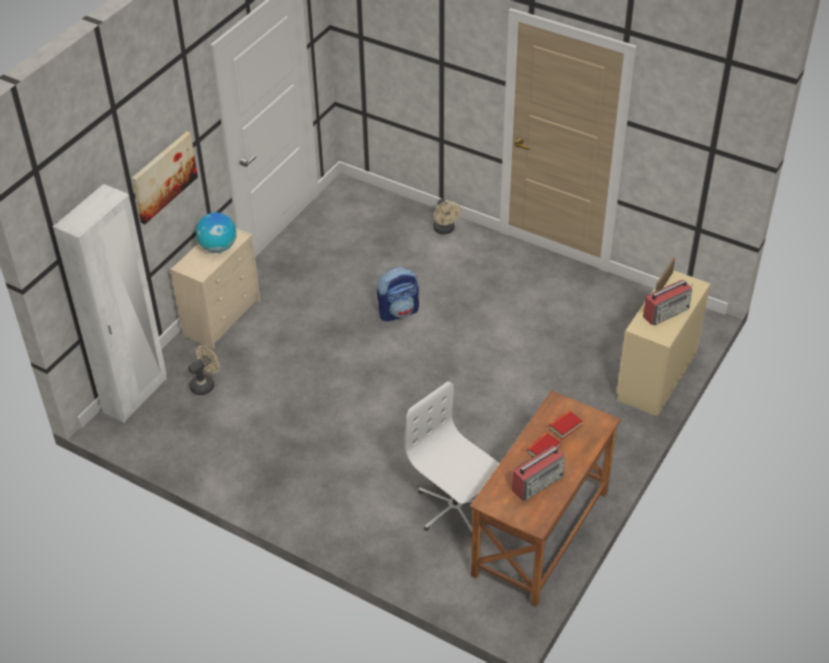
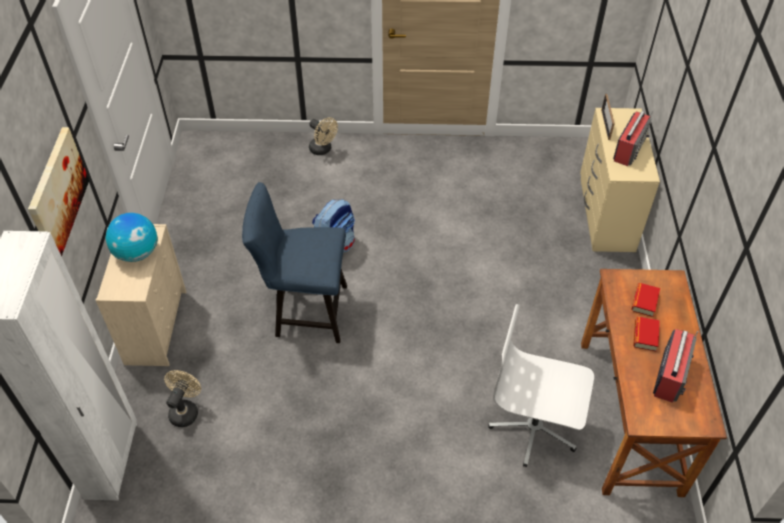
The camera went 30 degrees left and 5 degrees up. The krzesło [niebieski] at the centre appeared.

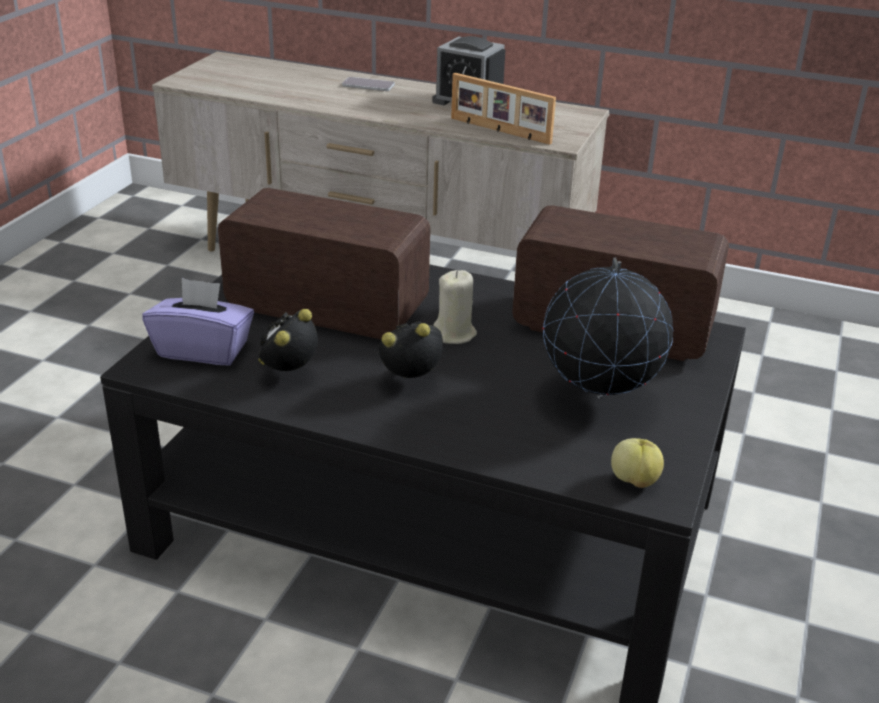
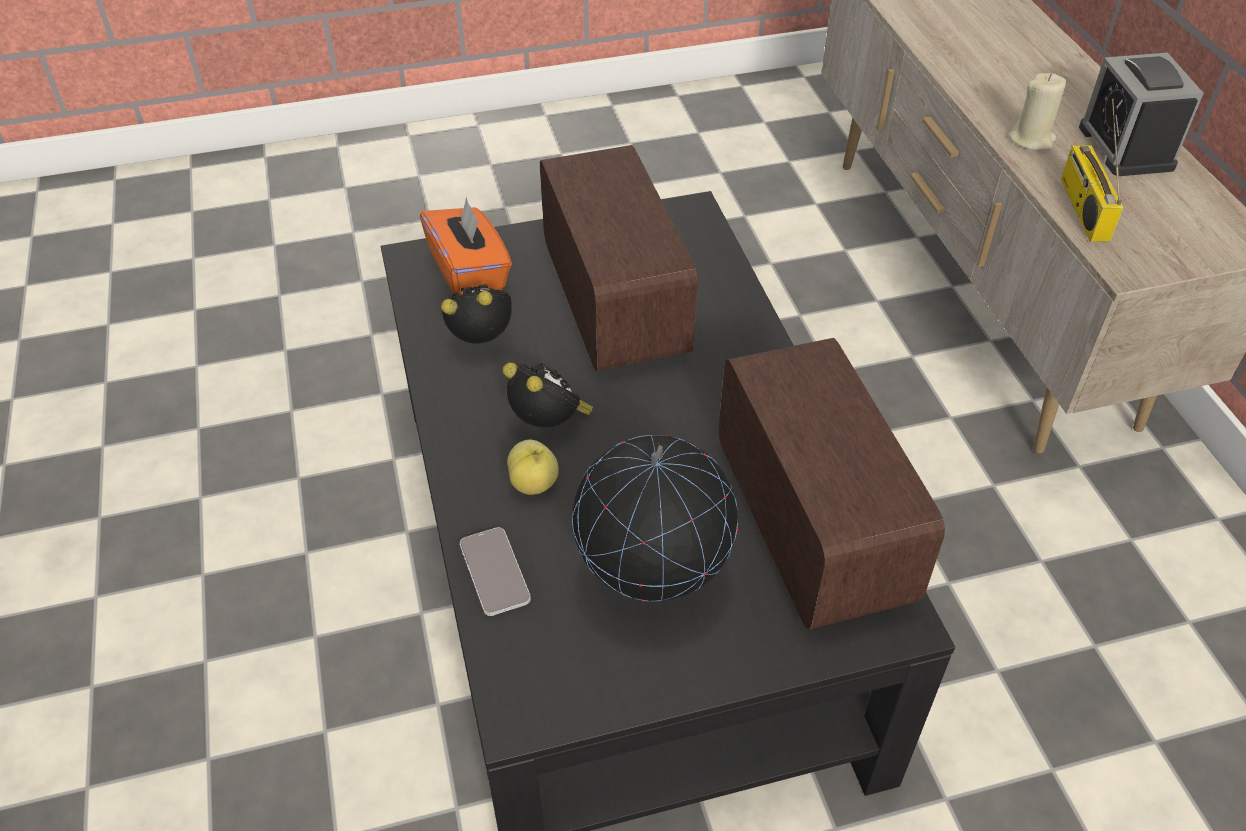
The camera went 55 degrees right and 15 degrees up. The pudełko chusteczek [fioletowy] at the middle left became the pudełko chusteczek [pomarańczowy] at the top centre. The telefon moved from the top centre to the bottom centre. The świeca [beżowy] moved from the centre to the top right. The ramka na zdjęcie at the top centre was replaced by the radio (3rd from left) at the top right. The jabłko moved from the middle right to the centre.

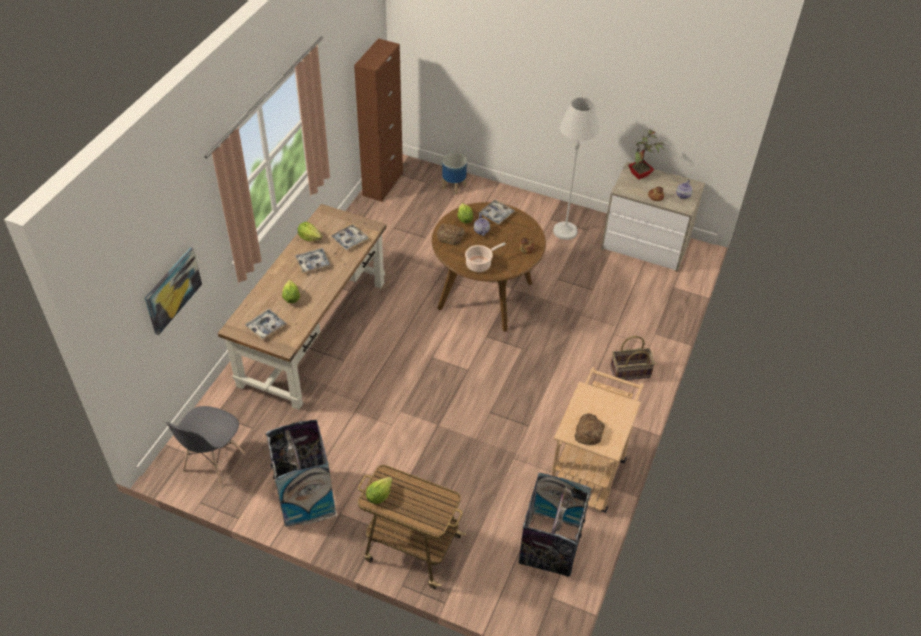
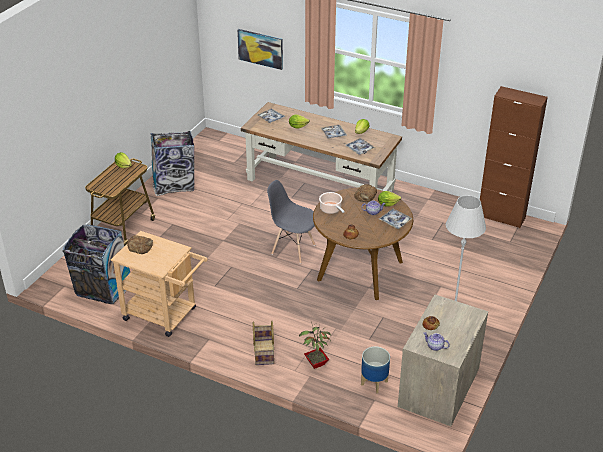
The camera went 95 degrees right and 10 degrees down. The krzesło [szary] moved from the bottom left to the centre. The donica moved from the top centre to the bottom centre. The roślina doniczkowa moved from the top right to the bottom centre.

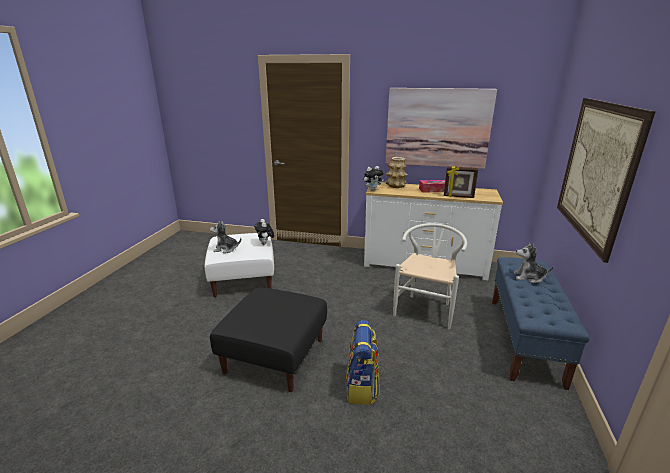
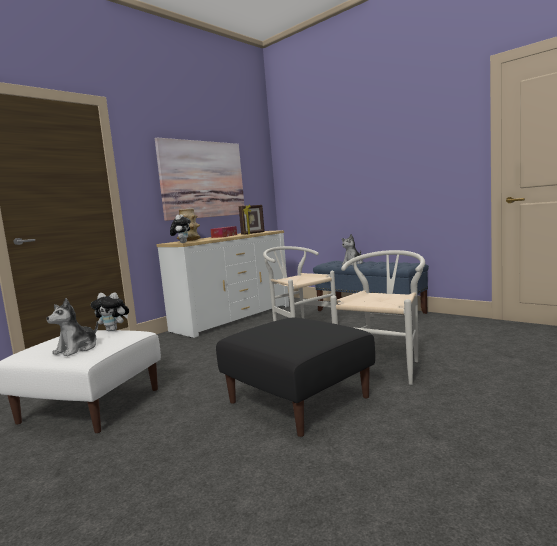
The camera went 60 degrees left and 15 degrees down. The plecak at the bottom centre was replaced by the krzesło [biały] (2nd from left) at the middle right. The obraz (2nd from left) at the middle right disappeared.

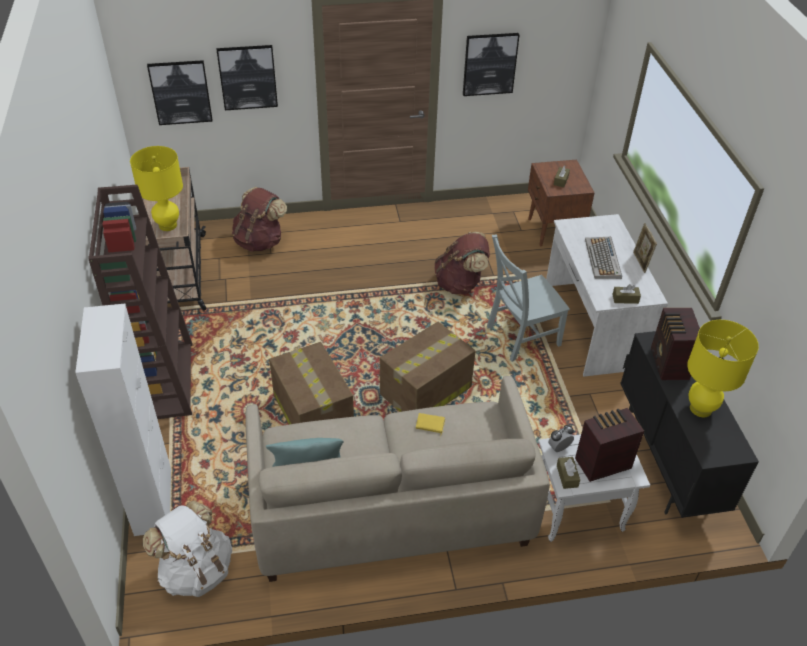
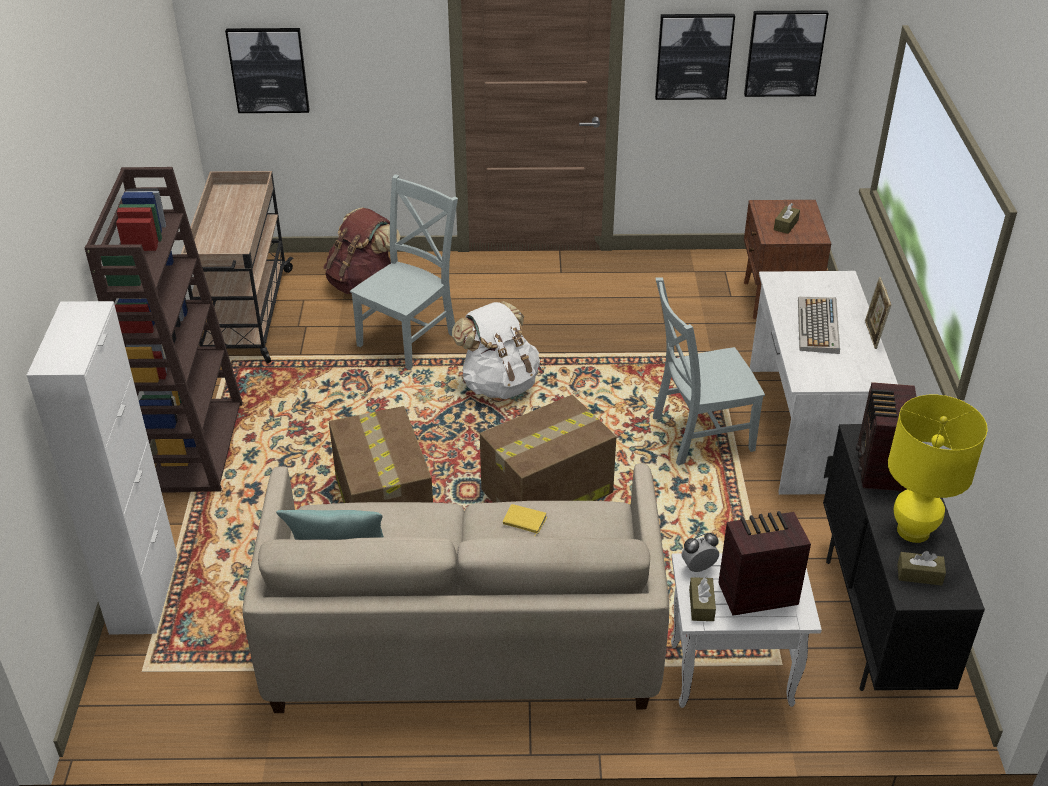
The camera went 10 degrees right and 5 degrees down. The lampa stołowa [żółty] (1st from left) at the top left disappeared. The plecak [biały] moved from the bottom left to the centre. The obraz (2nd from left in the first image) moved from the top left to the top right. The plecak [brązowy] (2nd from left) at the centre disappeared. The pudełko chusteczek [brązowy] (3rd from left) moved from the middle right to the bottom right. The krzesło [szary] (1st from left) at the centre appeared.

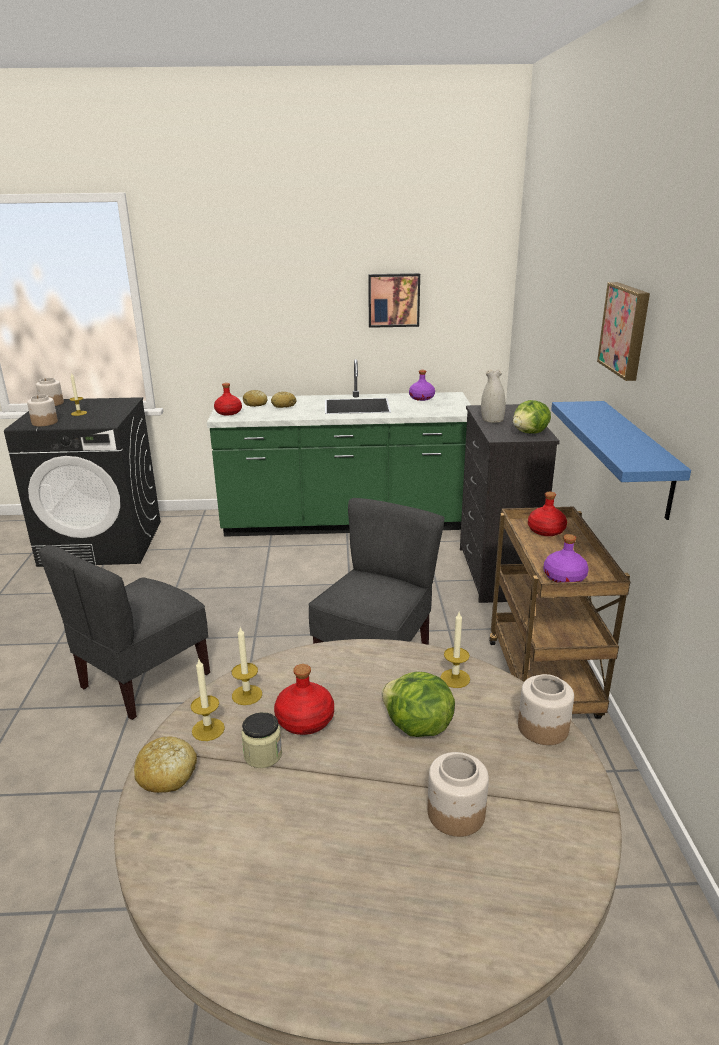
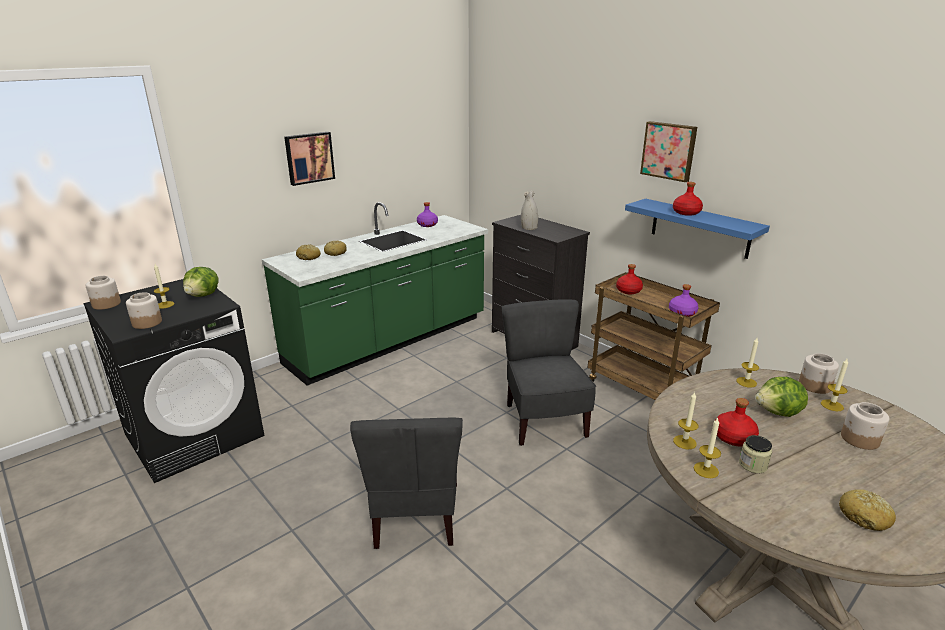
The camera went 40 degrees left and 0 degrees up. The chleb (1st from left in the first image) moved from the bottom left to the bottom right. The butelka [czerwony] (1st from left in the first image) moved from the middle left to the top right. The obraz (1st from left) moved from the top centre to the top left. The sałata (2nd from left in the first image) moved from the middle right to the middle left. The świeca (5th from left) at the middle right appeared.

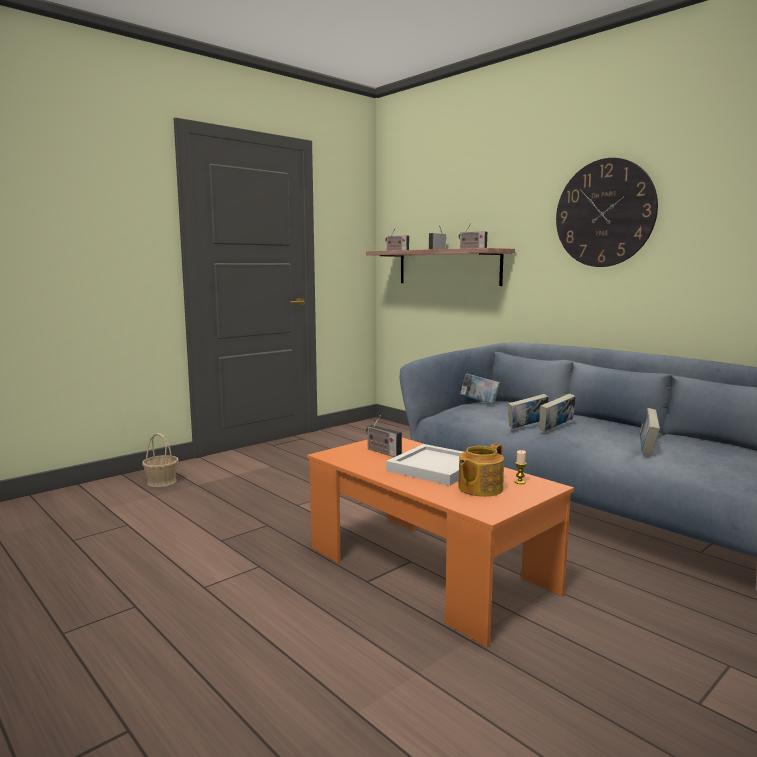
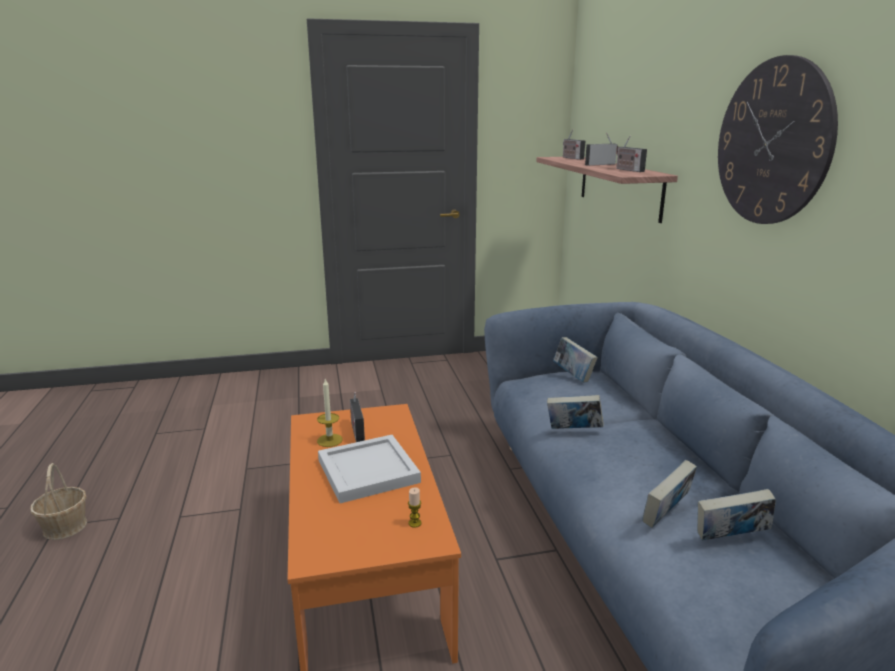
The camera went 30 degrees right and 10 degrees up. The koszyk moved from the middle left to the bottom left. The imbryk at the centre disappeared. The książka (3rd from left in the first image) moved from the middle right to the bottom right. The świeca (1st from left) at the centre appeared.

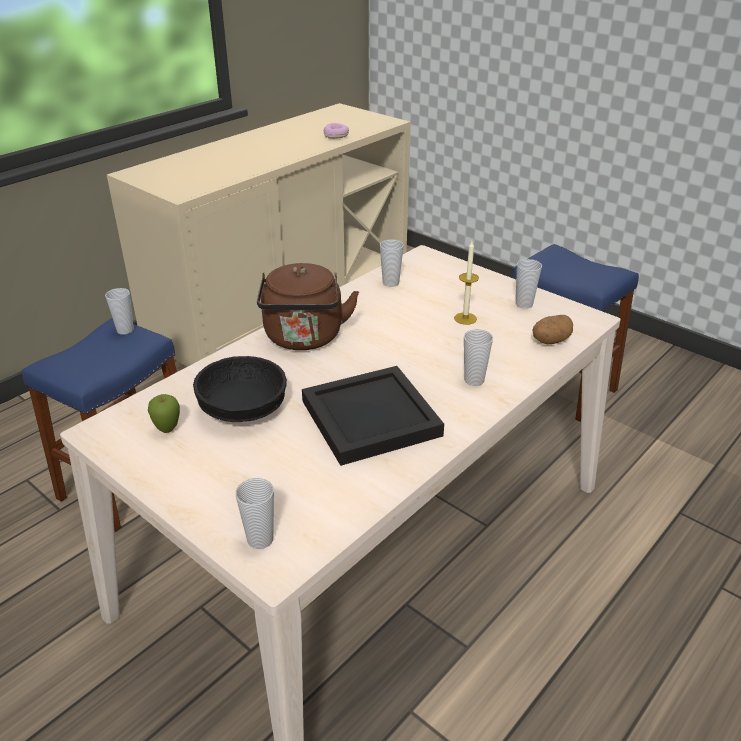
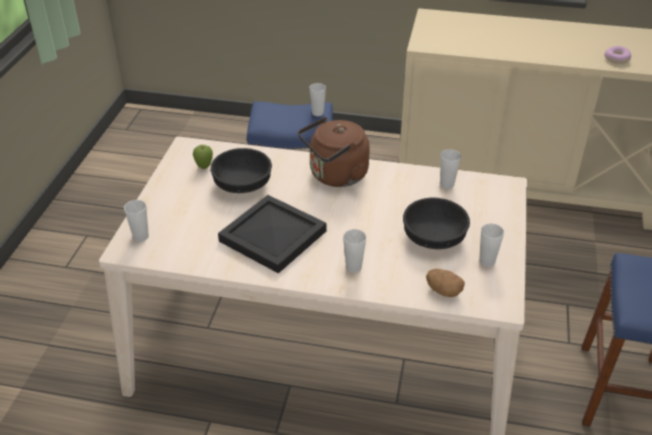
The camera went 60 degrees right and 5 degrees up. The świeca at the centre was replaced by the miska [czarny] (2nd from left) at the middle right.

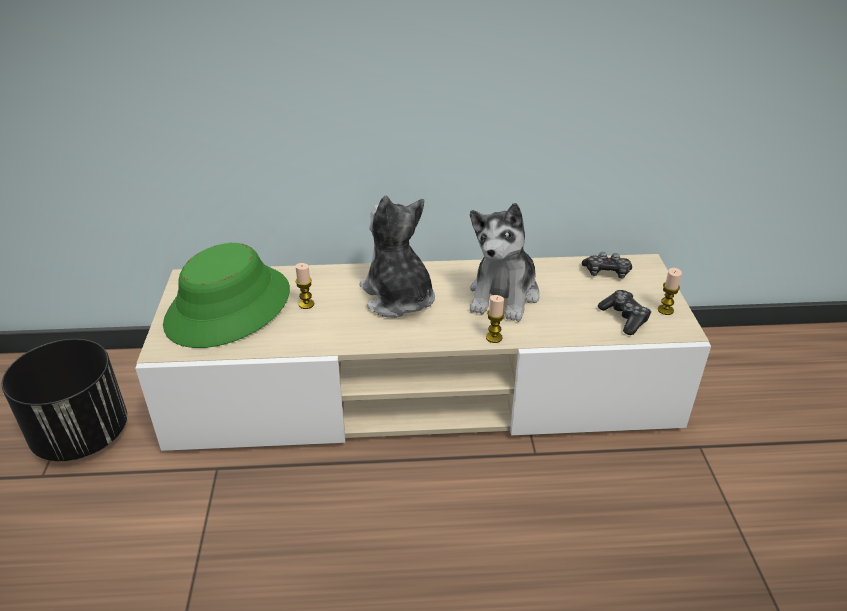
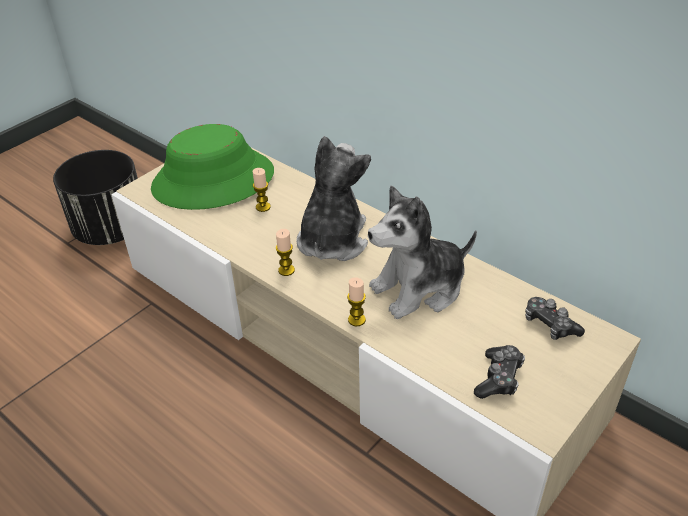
The camera went 45 degrees right and 5 degrees up. The świeca (3rd from left in the first image) moved from the middle right to the centre.

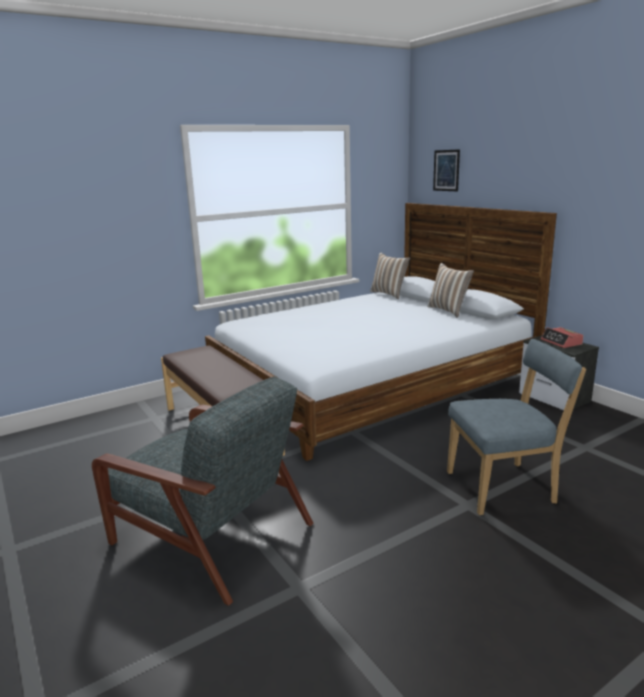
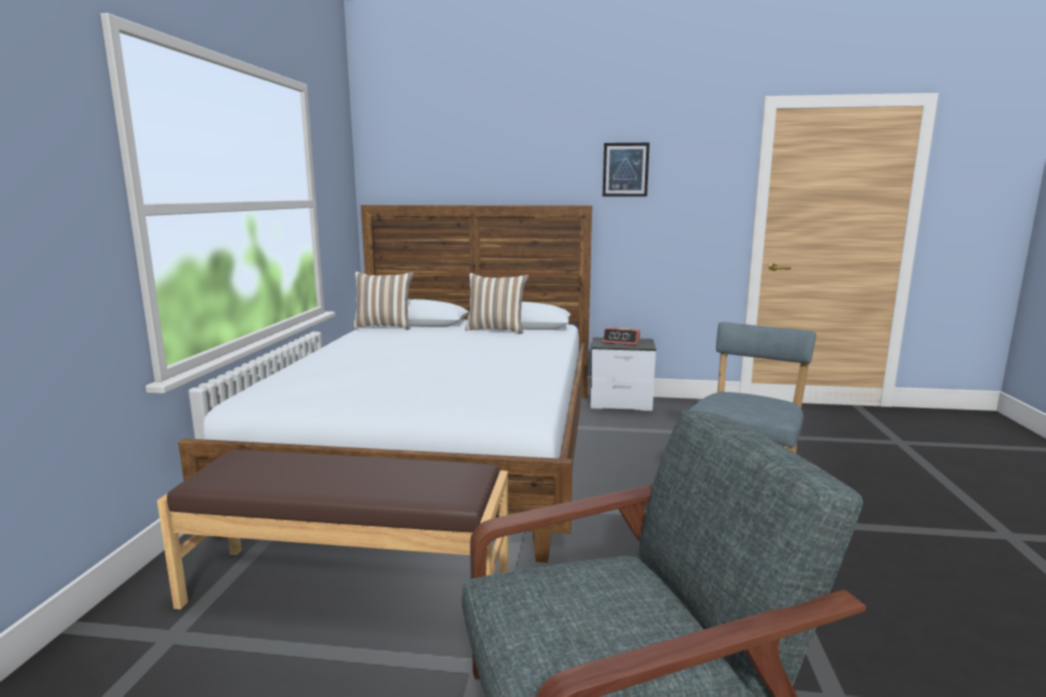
The camera went 50 degrees left and 5 degrees down. The obraz moved from the top right to the top centre.

